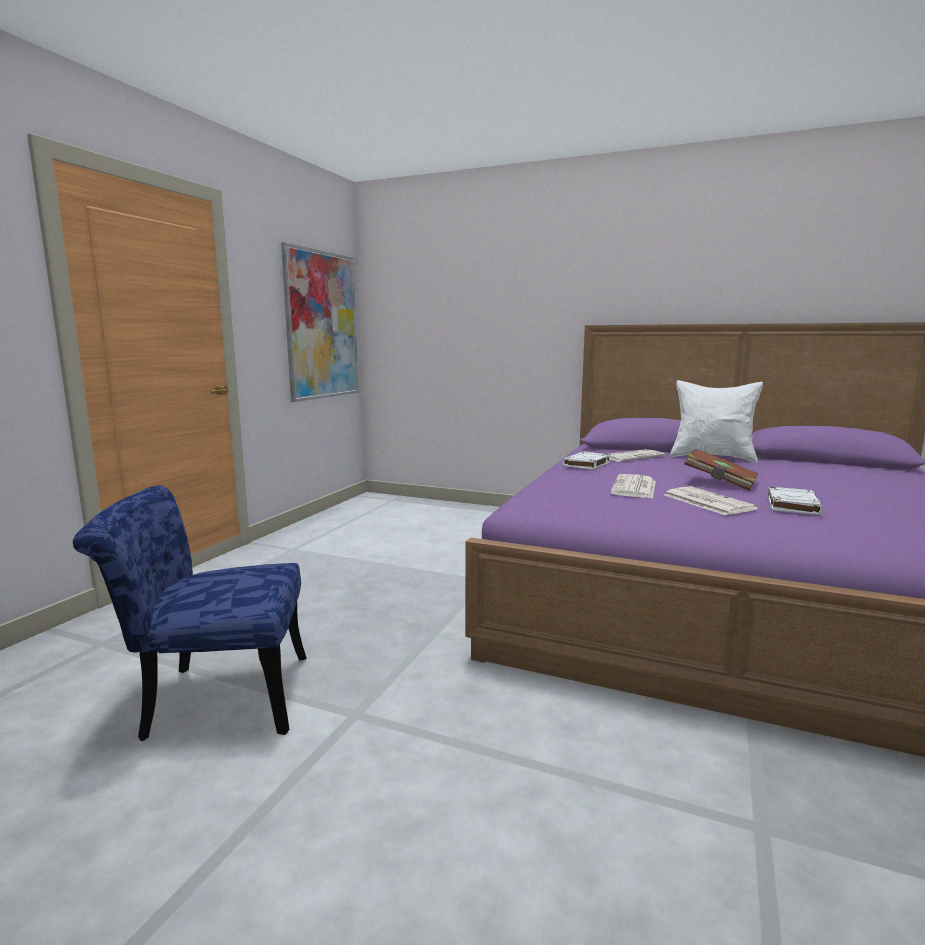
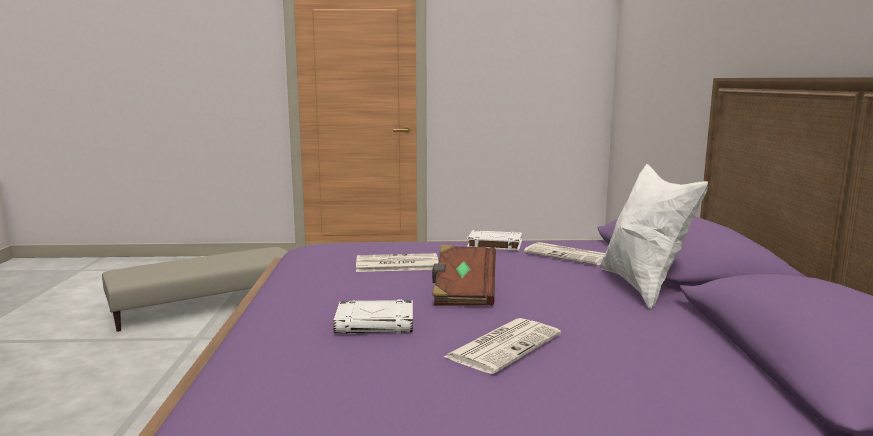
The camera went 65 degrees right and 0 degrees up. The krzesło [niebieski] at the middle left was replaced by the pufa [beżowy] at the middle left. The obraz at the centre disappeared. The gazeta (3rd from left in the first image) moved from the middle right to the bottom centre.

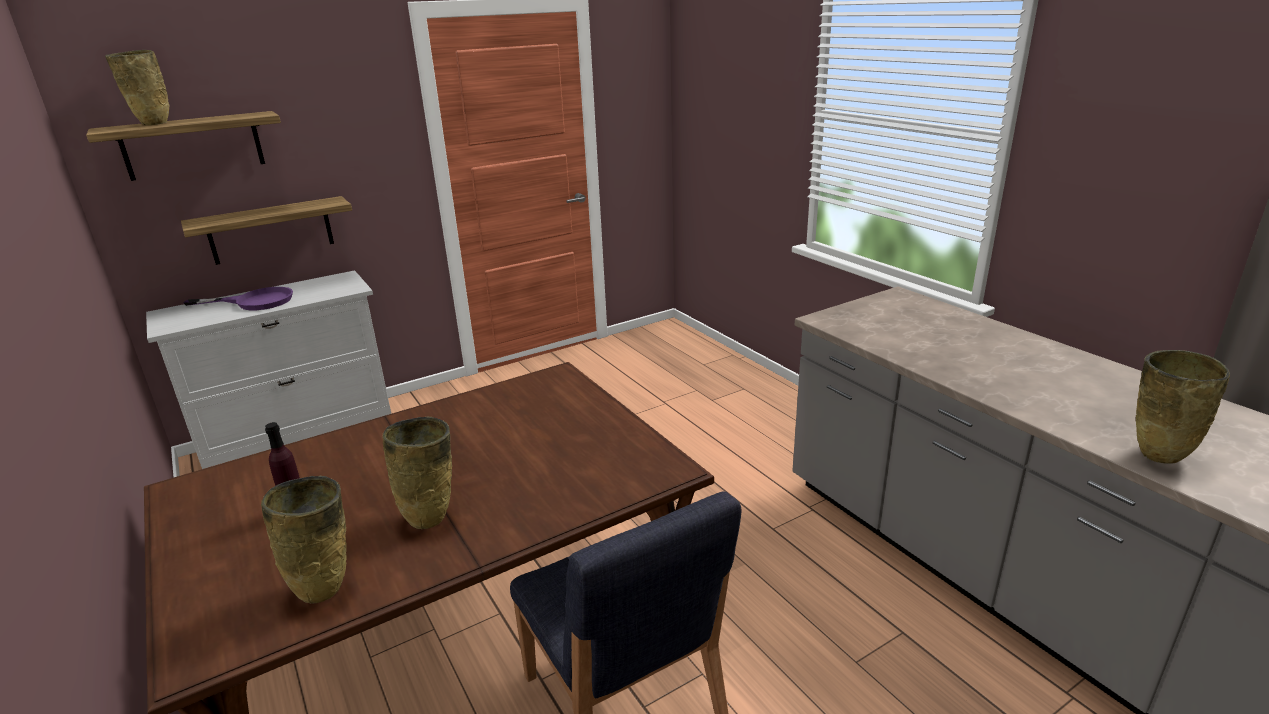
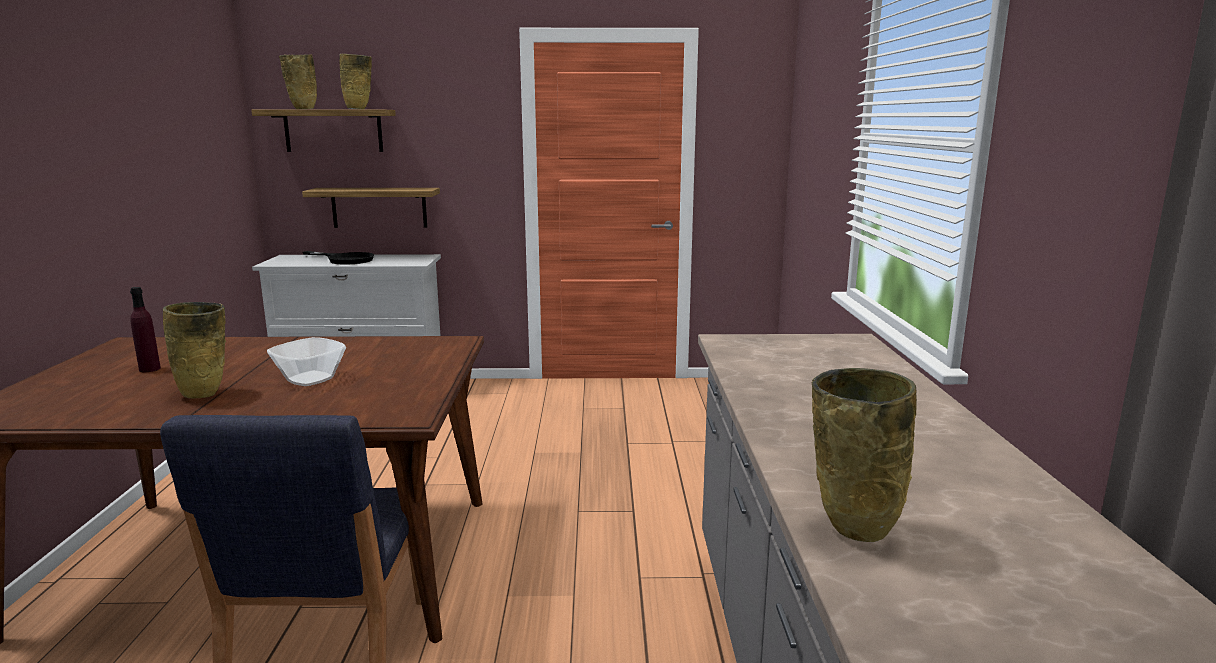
The camera went 30 degrees right and 10 degrees down. The patelnia [fioletowy] at the middle left became the patelnia [czarny] at the middle left. The wazon [beżowy] (2nd from left in the first image) moved from the bottom left to the top left. The miska at the middle left appeared.

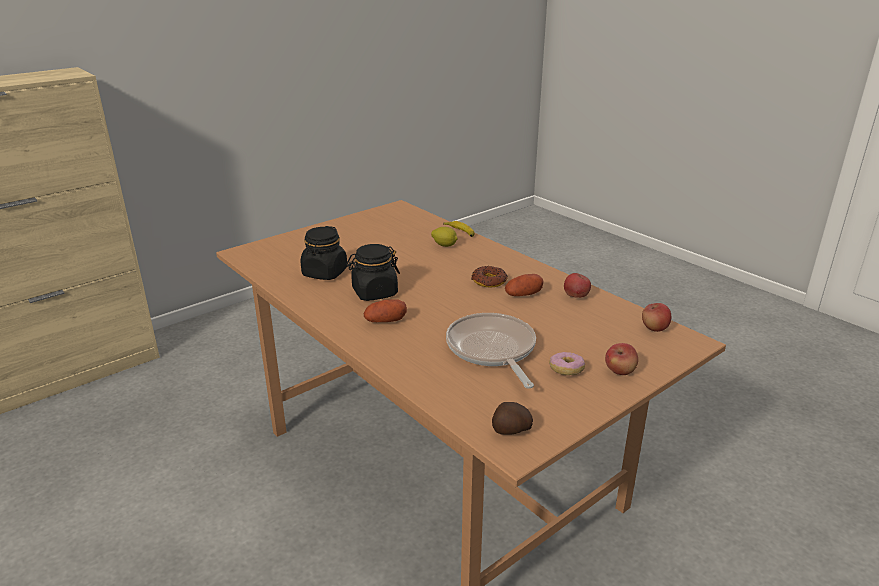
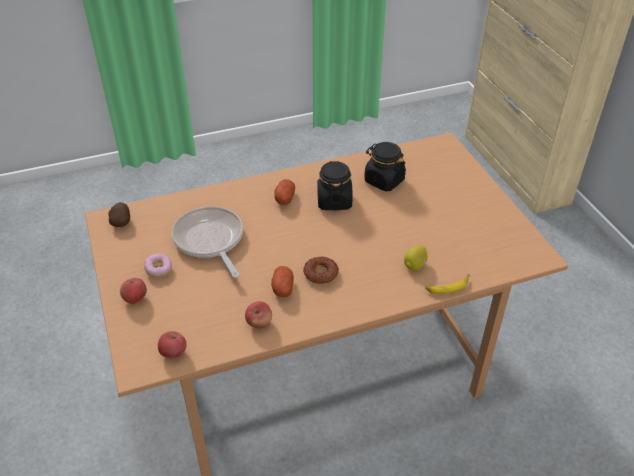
The camera went 110 degrees right and 15 degrees up. The patelnia at the centre turned 120 degrees counterclockwise.

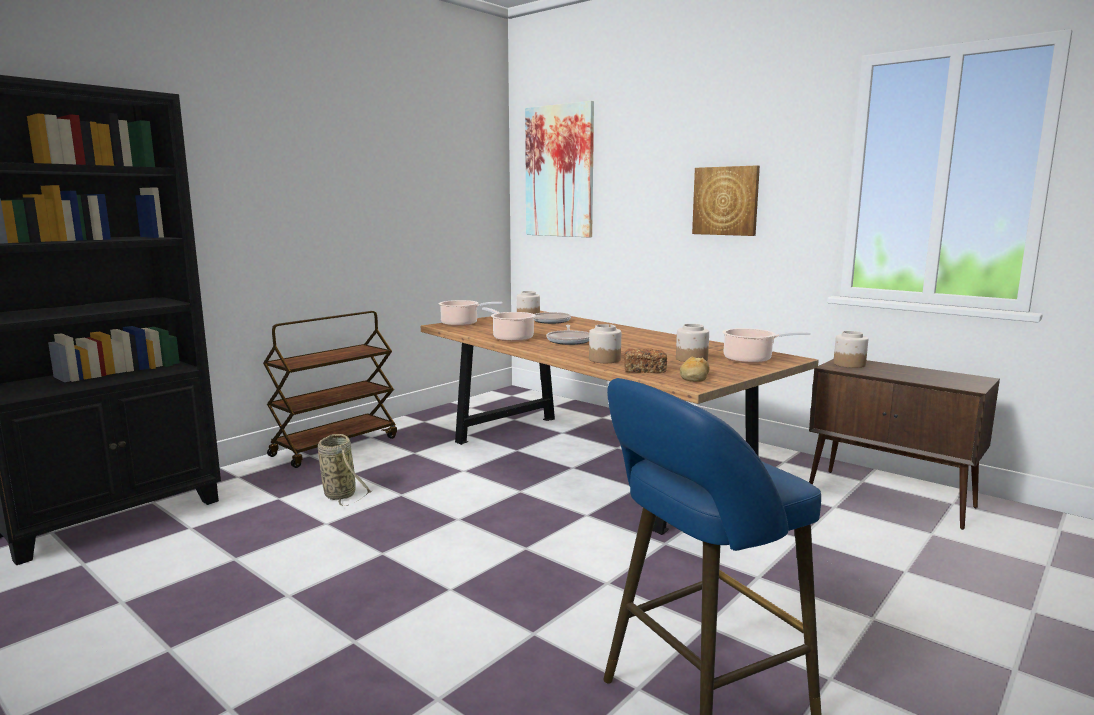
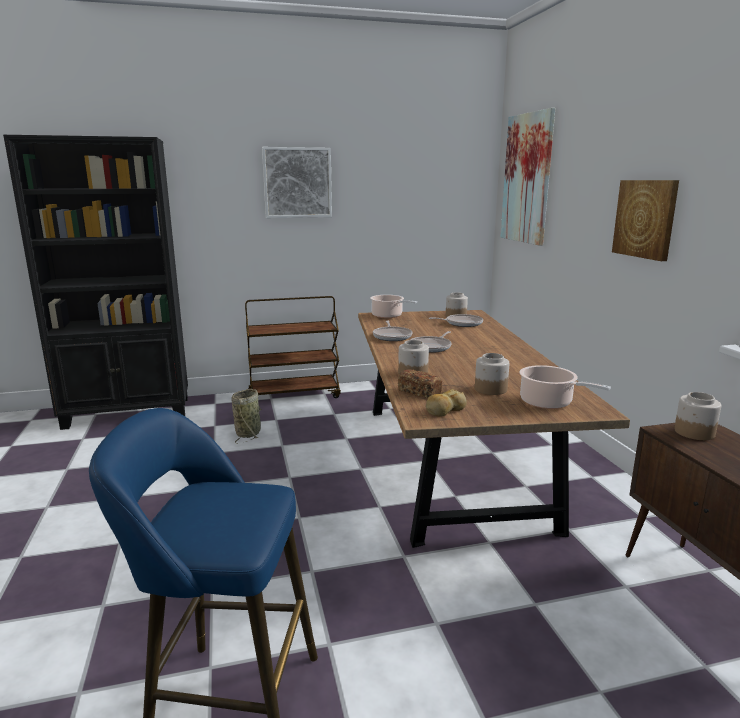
The camera went 35 degrees right and 5 degrees up. The garnek (2nd from left) at the centre was replaced by the patelnia (1st from left) at the centre. The obraz (1st from left) at the top centre appeared.

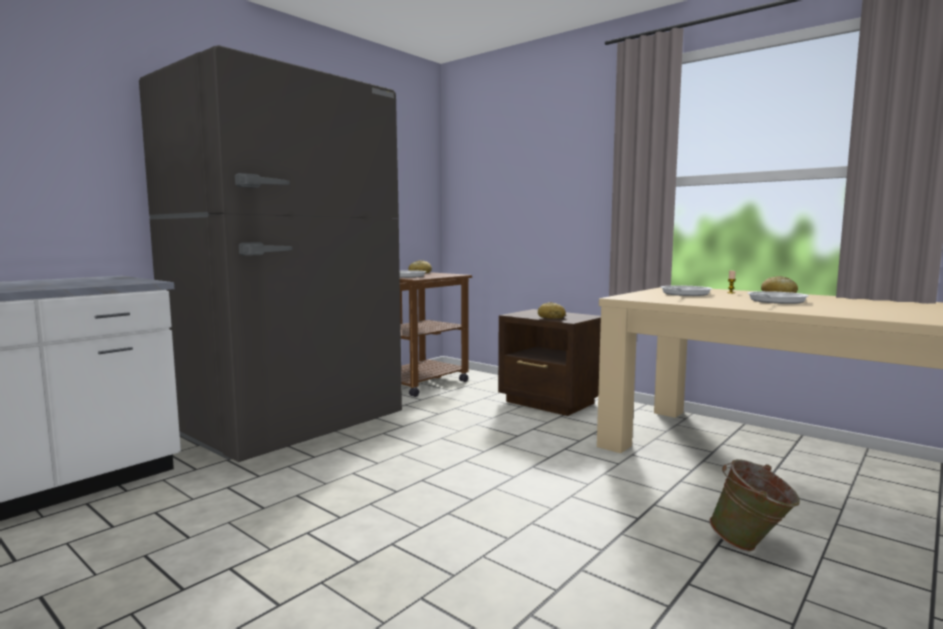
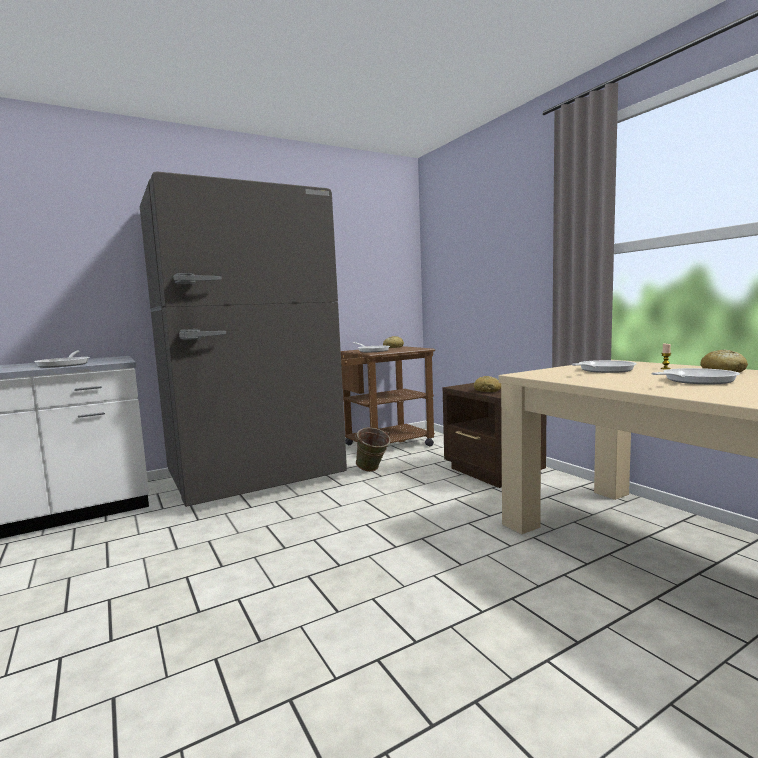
The camera went 20 degrees right and 0 degrees up. The wiadro [zielony] moved from the bottom right to the centre. The patelnia (1st from left) at the middle left appeared.

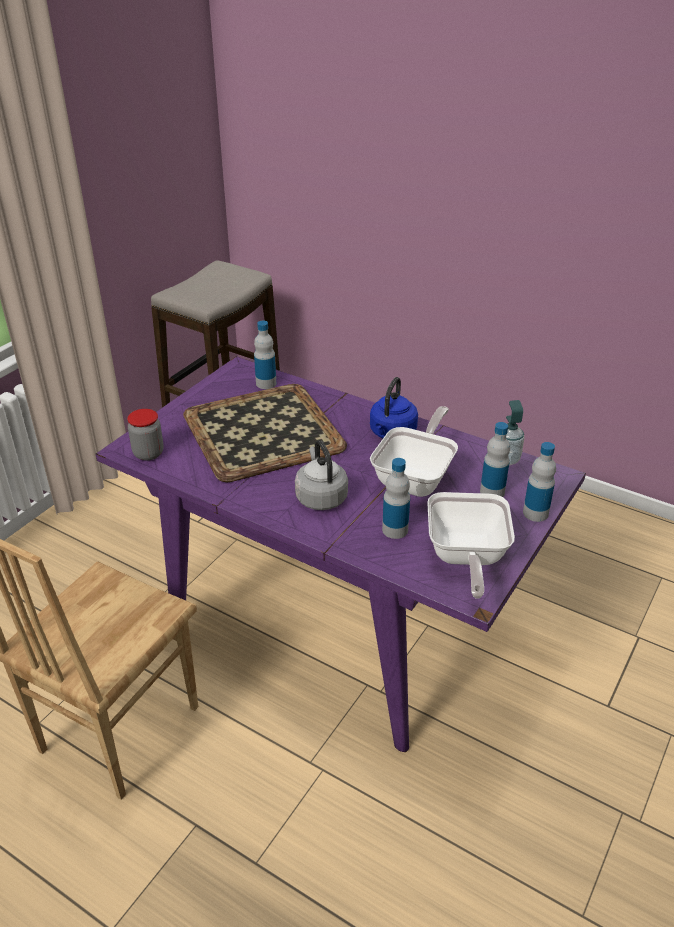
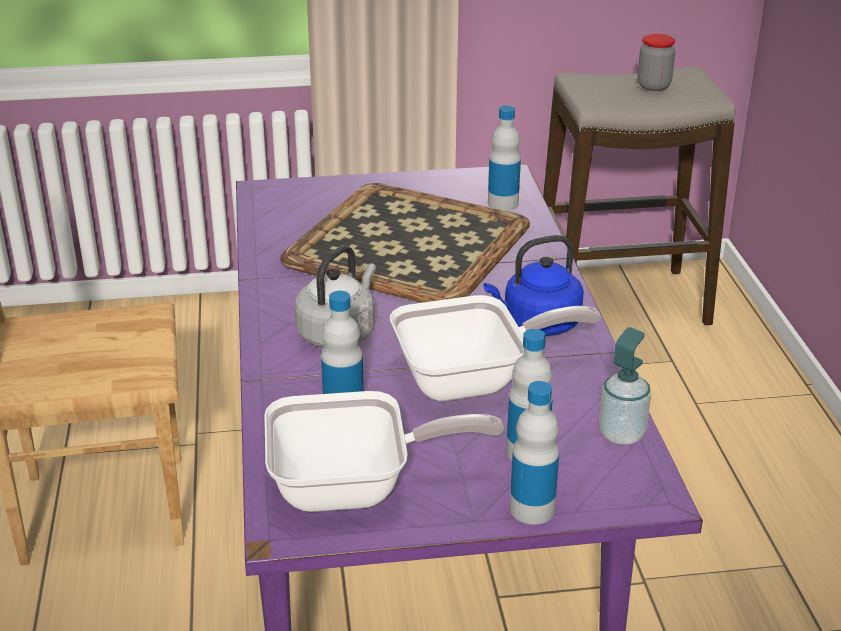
The camera went 50 degrees right and 5 degrees down. The słoik moved from the middle left to the top right. The patelnia (2nd from left in the first image) at the middle right turned 150 degrees counterclockwise.

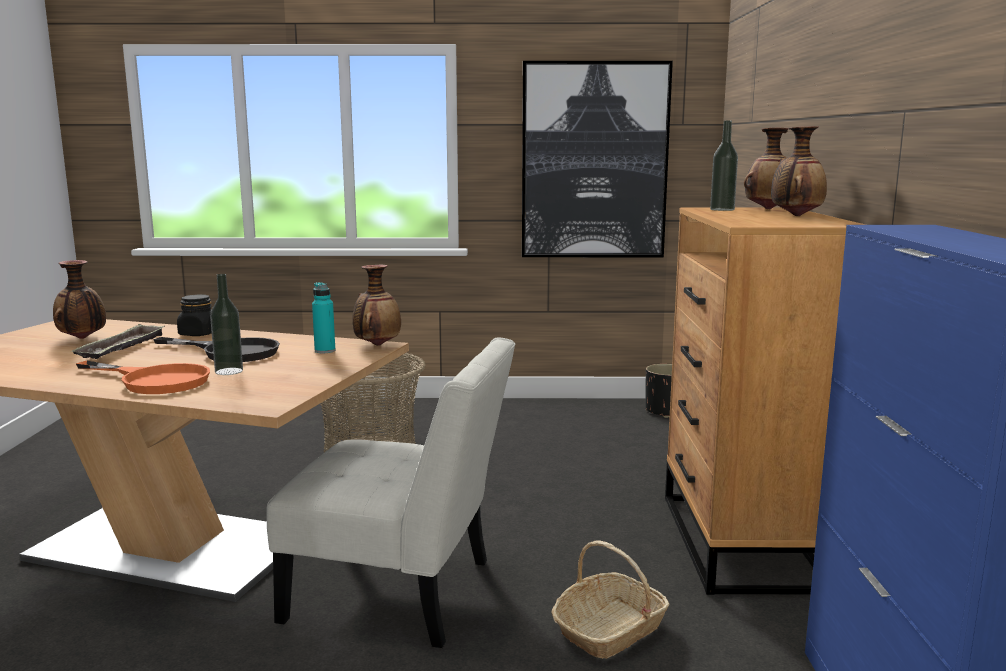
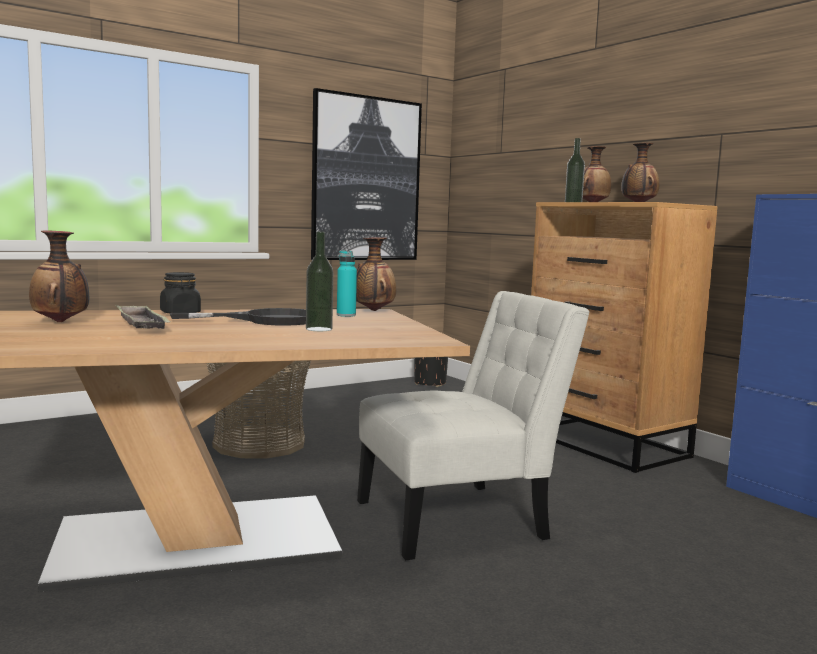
The camera went 35 degrees left and 5 degrees down. The patelnia [pomarańczowy] at the middle left disappeared. The koszyk (2nd from left) at the bottom centre disappeared.

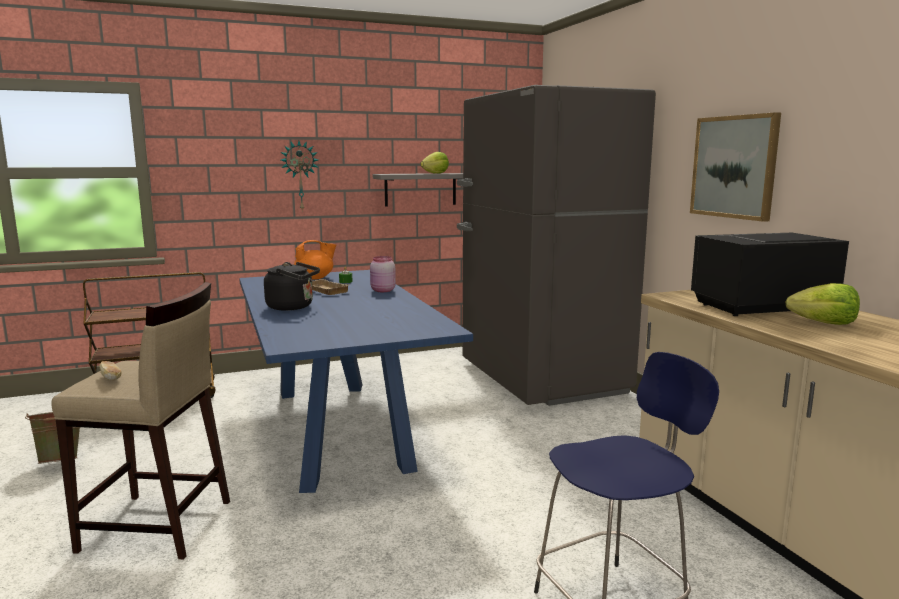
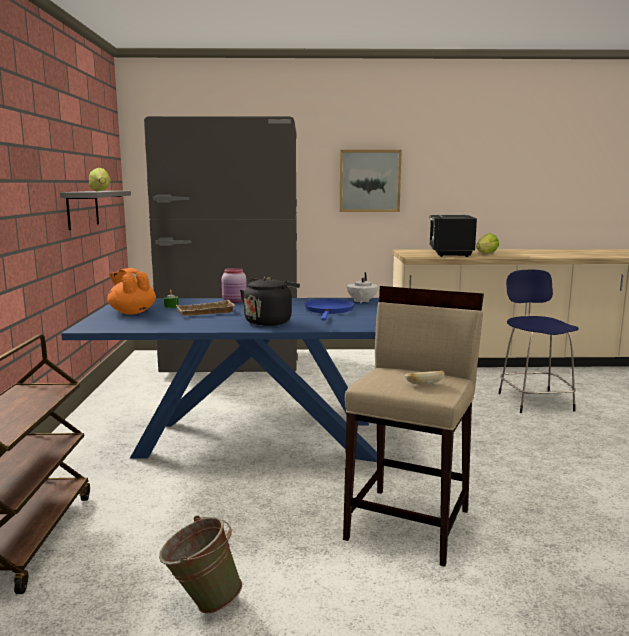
The camera went 70 degrees left and 0 degrees up. The zegar ścienny at the top left disappeared. The imbryk [pomarańczowy] at the centre turned 45 degrees counterclockwise. The patelnia [niebieski] at the centre appeared. The imbryk [biały] at the centre appeared.

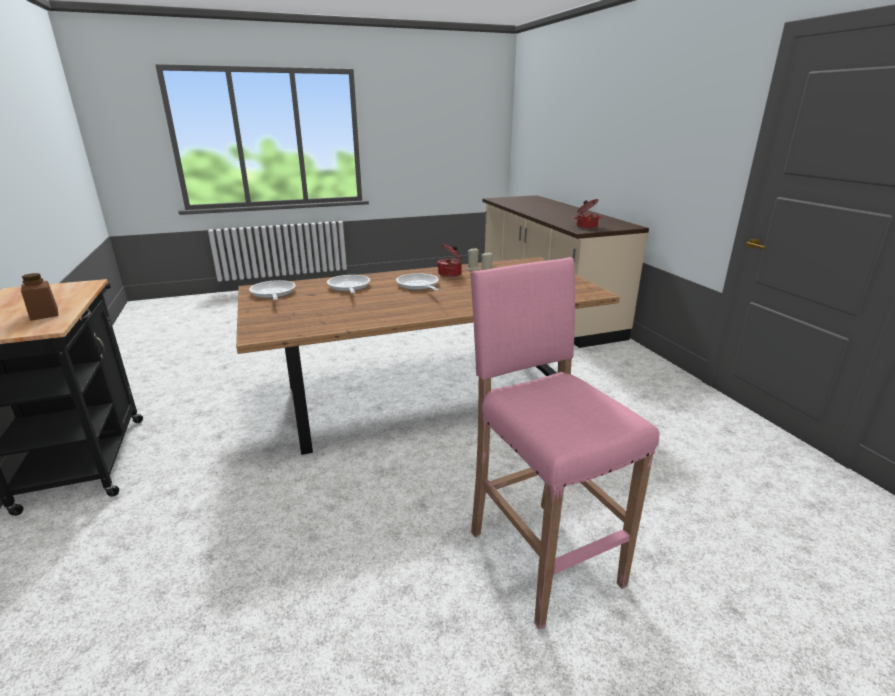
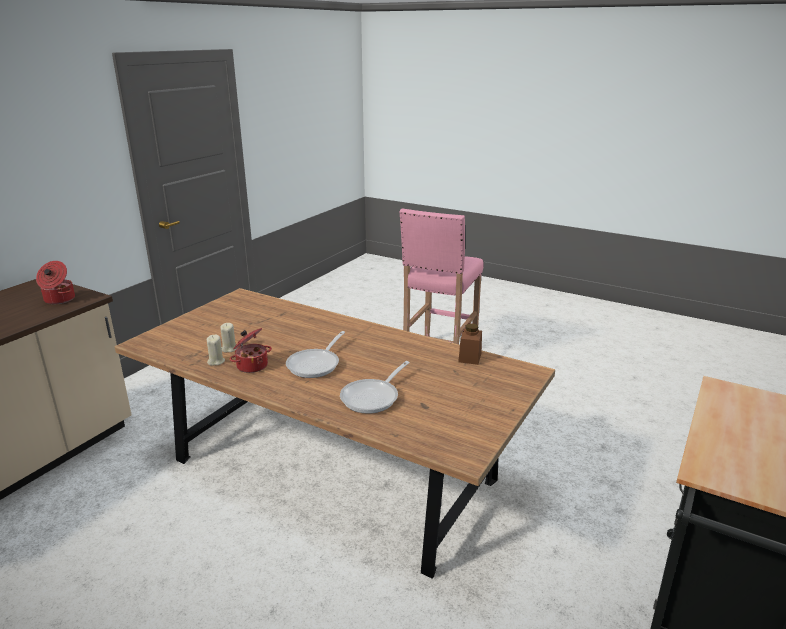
The camera went 130 degrees left and 0 degrees up. The słoik [brązowy] moved from the middle left to the centre. The patelnia (1st from left) at the middle left disappeared.

